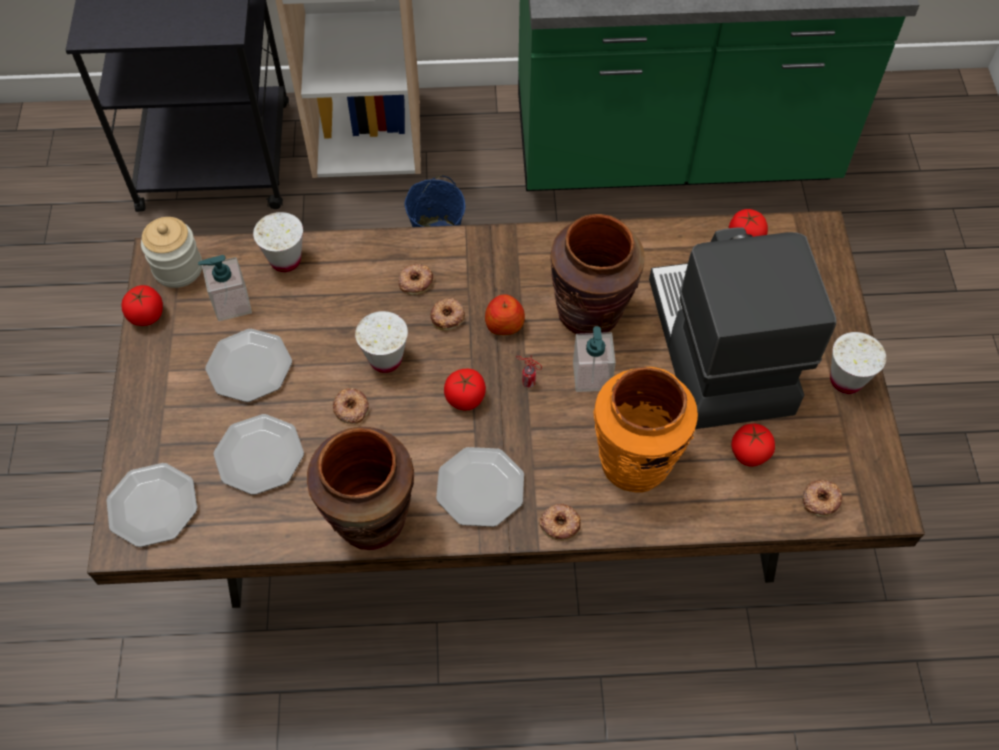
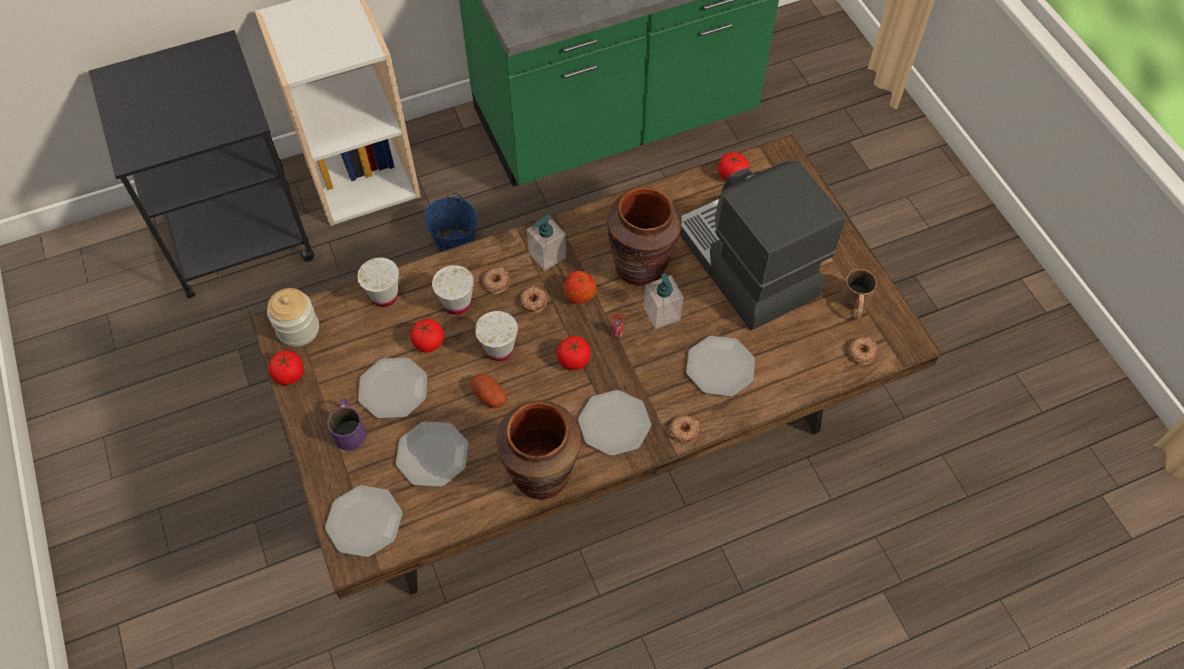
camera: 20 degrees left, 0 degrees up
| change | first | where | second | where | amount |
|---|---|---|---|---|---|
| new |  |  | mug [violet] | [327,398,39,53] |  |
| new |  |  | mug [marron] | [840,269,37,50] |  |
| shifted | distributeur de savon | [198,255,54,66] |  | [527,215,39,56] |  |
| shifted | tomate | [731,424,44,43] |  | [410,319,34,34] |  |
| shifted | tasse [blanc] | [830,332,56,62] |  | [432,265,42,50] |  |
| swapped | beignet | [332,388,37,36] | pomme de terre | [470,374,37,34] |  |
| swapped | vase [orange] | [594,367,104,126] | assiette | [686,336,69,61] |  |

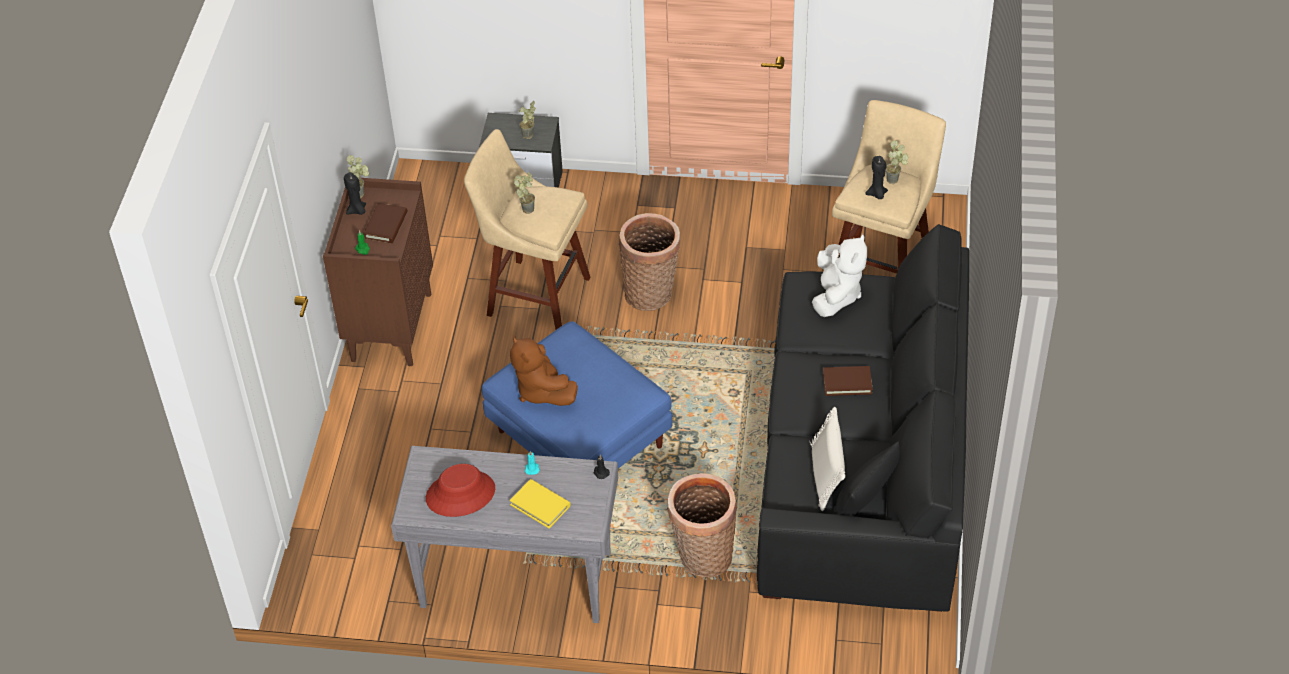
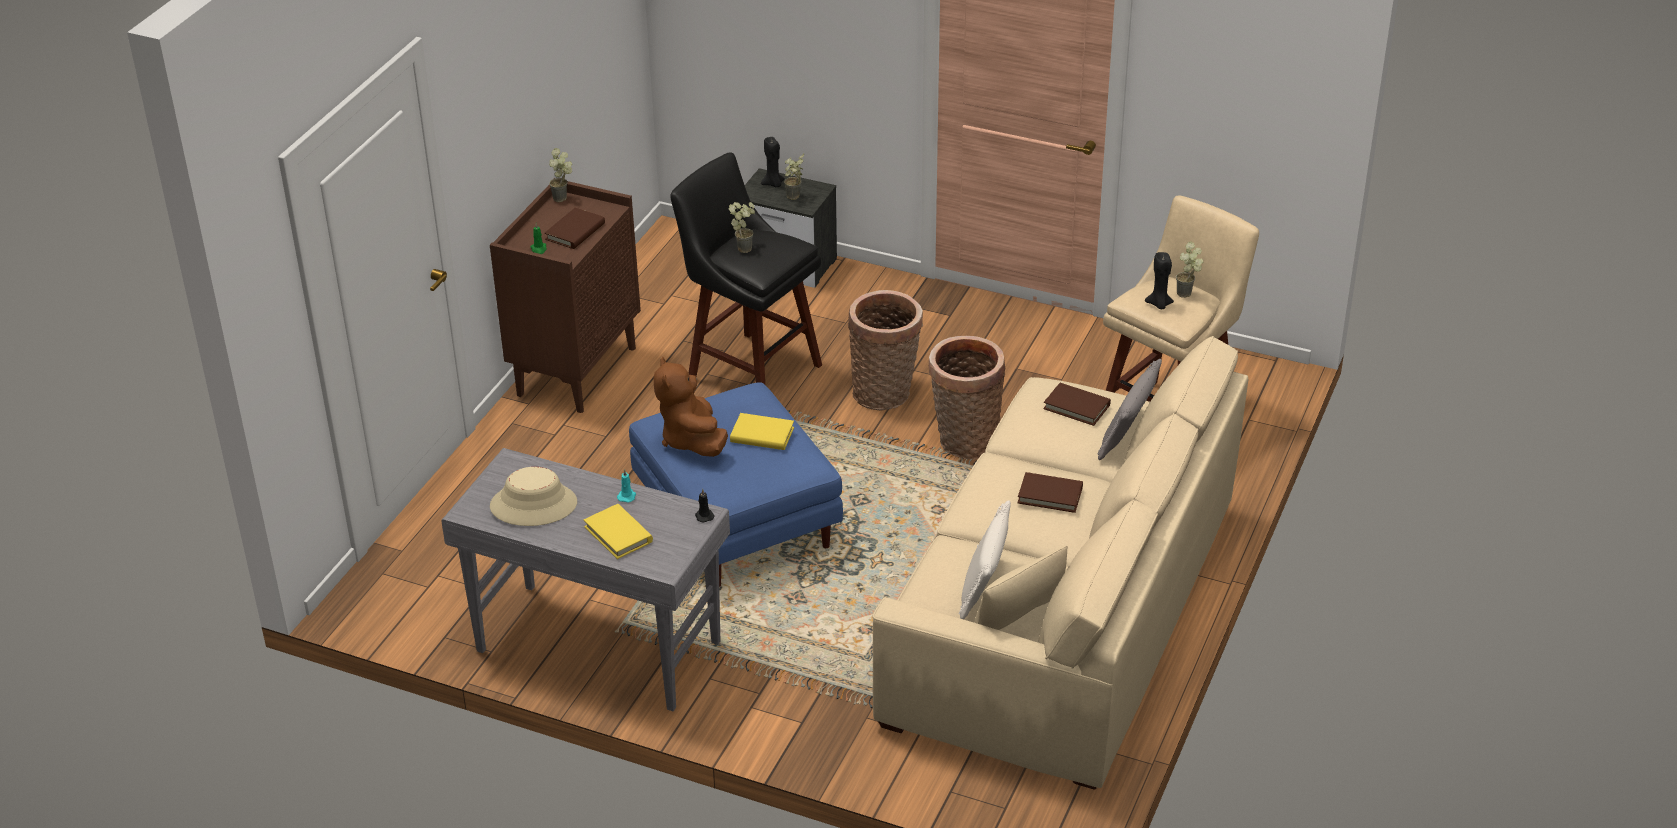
camera: 15 degrees right, 10 degrees down
| change | first | where | second | where | amount |
|---|---|---|---|---|---|
| new |  |  | livre [jaune] | [730,413,64,37] |  |
| new |  |  | coussin [gris] | [1098,359,64,101] |  |
| shifted | bougie [noir] | [344,172,22,43] |  | [761,137,24,50] |  |
| shifted | panier | [667,473,70,105] |  | [928,336,77,124] |  |
| swapped | peluche [blanc] | [812,234,55,83] | livre [marron] | [1043,383,68,43] |  |
| repainted | chapeau [rouge] | [426,464,69,53] | chapeau [beige] | [490,467,87,59] |  |
| repainted | tabouret [beige] | [464,129,127,201] | tabouret [noir] | [671,152,151,232] |  |
| repainted | canapé [noir] | [757,224,212,388] | canapé [beige] | [872,336,377,454] |  |

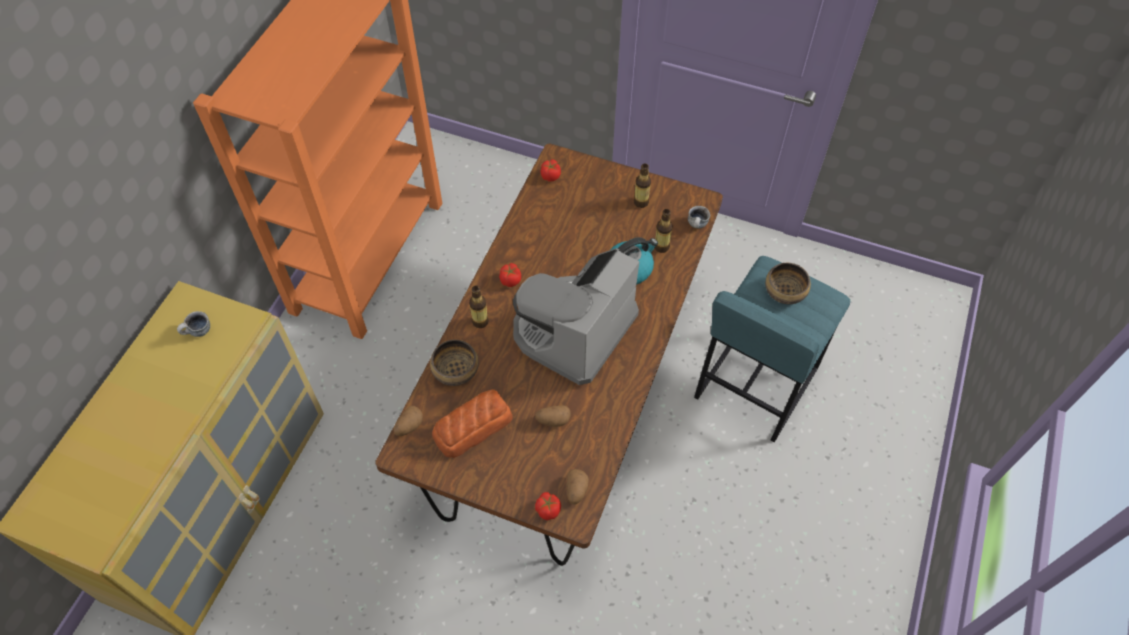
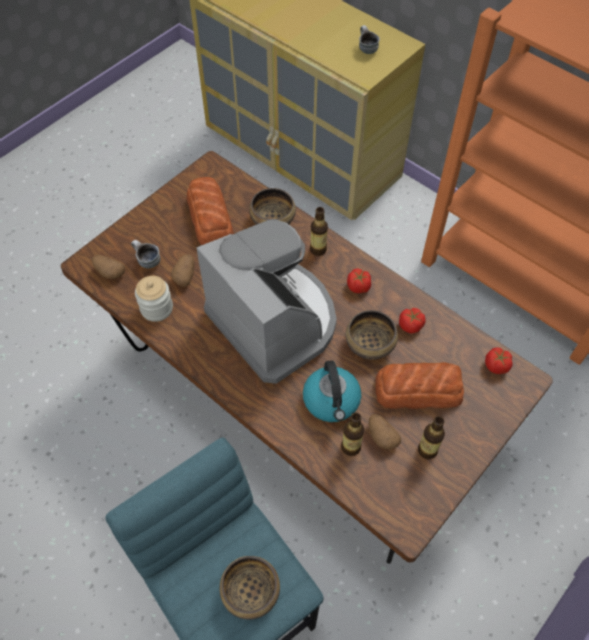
camera: 110 degrees right, 0 degrees up
| change | first | where | second | where | amount |
|---|---|---|---|---|---|
| new |  |  | bocal | [135,276,38,46] |  |
| new |  |  | bol | [346,310,52,50] |  |
| new |  |  | pain | [375,362,89,47] |  |
| shifted | pomme de terre | [394,406,29,30] |  | [369,414,32,35] |  |
| shifted | tomate | [535,492,26,28] |  | [399,308,27,25] |  |
| shifted | mug | [688,206,22,22] |  | [131,240,30,29] |  |

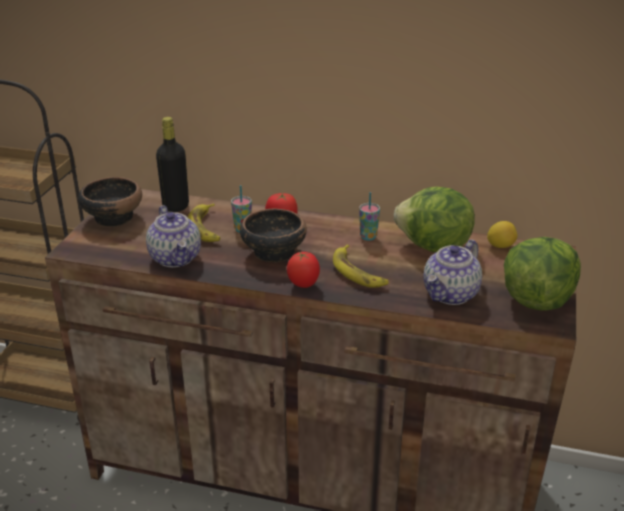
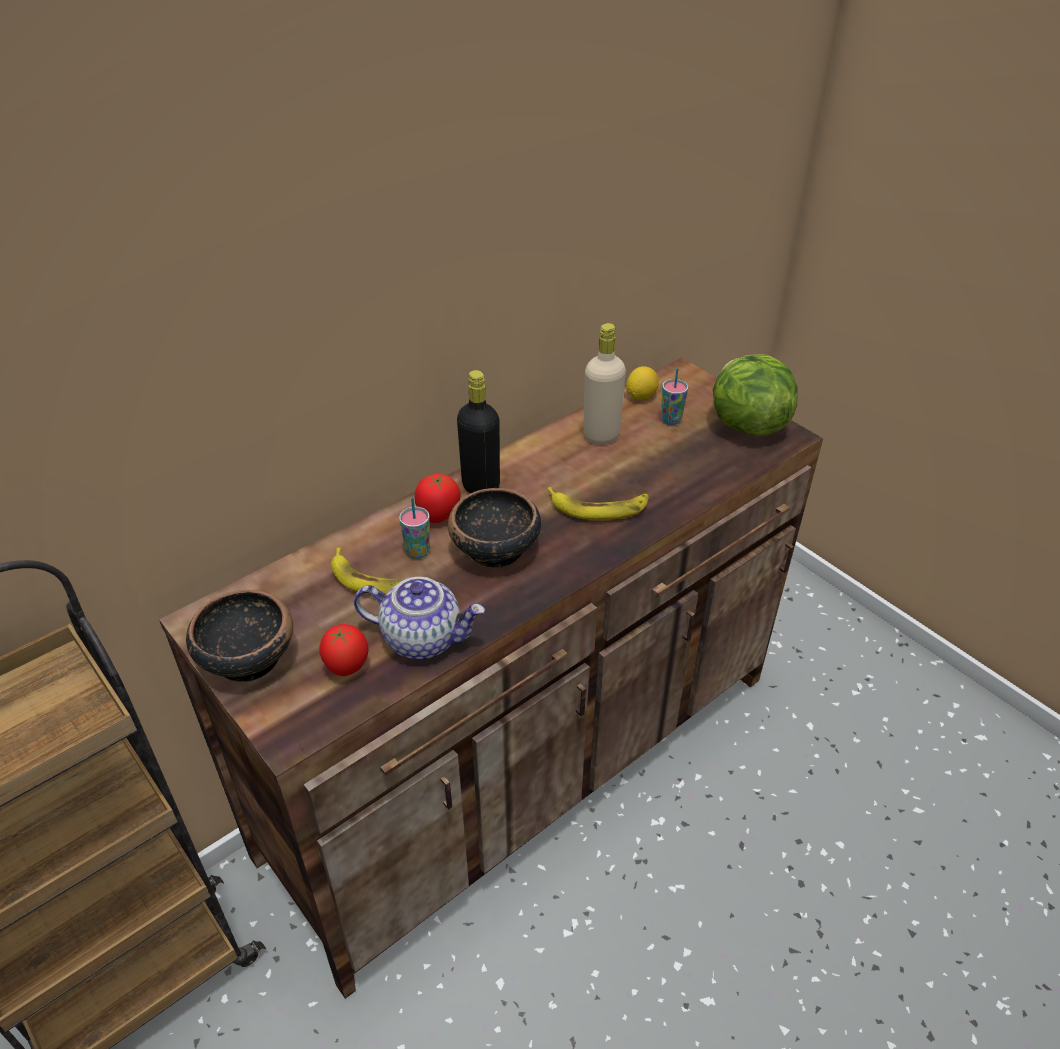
camera: 55 degrees left, 10 degrees up
| change | first | where | second | where | amount |
|---|---|---|---|---|---|
| gone | théière | [424,240,58,65] |  |  |  |
| shifted | bouteille [noir] | [156,117,33,95] |  | [457,370,43,123] |  |
| shifted | tomate | [287,252,33,36] |  | [319,624,49,52] |  |
| shifted | tasse | [359,192,21,49] |  | [661,368,27,57] |  |
| swapped | laitue | [394,187,81,65] | bouteille [beige] | [583,323,43,122] |  |

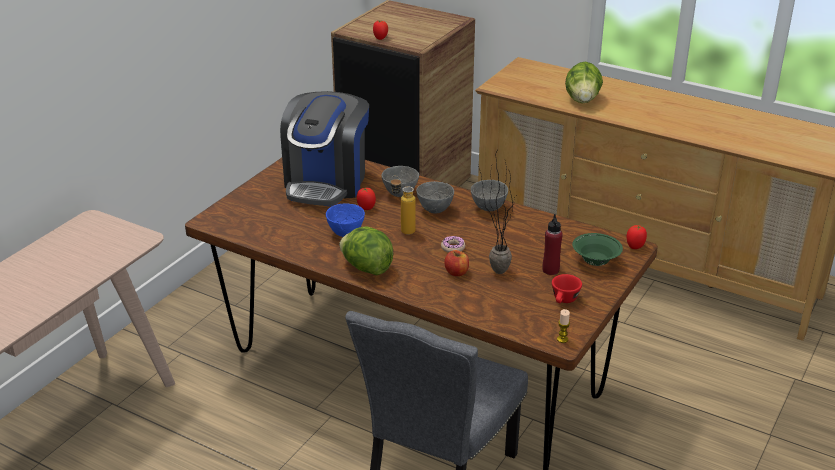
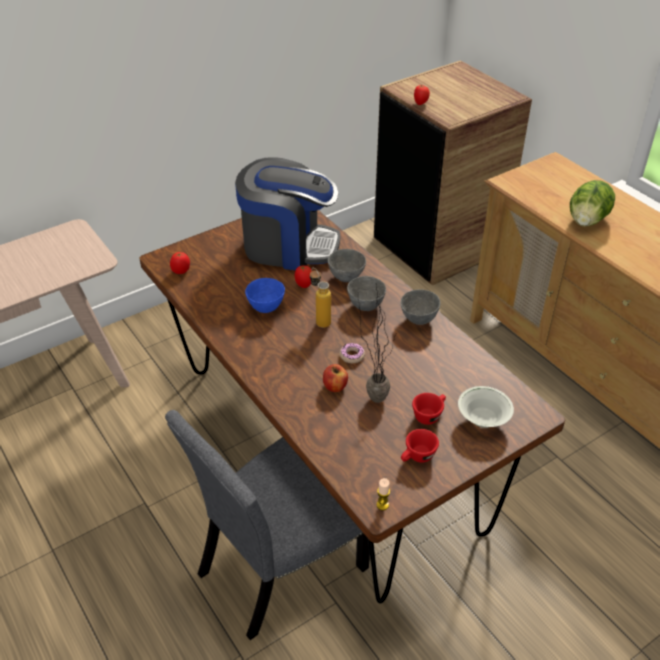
camera: 25 degrees right, 10 degrees up
| change | first | where | second | where | amount |
|---|---|---|---|---|---|
| gone | laitue | [339,226,54,49] |  |  |  |
| shifted | tomate | [627,225,20,24] |  | [170,252,20,22] |  |
| swapped | bouteille [rouge] | [542,214,21,61] | tasse [rouge] | [412,393,34,32] |  |
| repainted | bol [vert] | [572,233,51,33] | bol [blanc] | [458,386,56,42] |  |
| rotated | machine à café | [280,91,89,115] |  | [235,157,105,113] | 120 degrees counterclockwise |

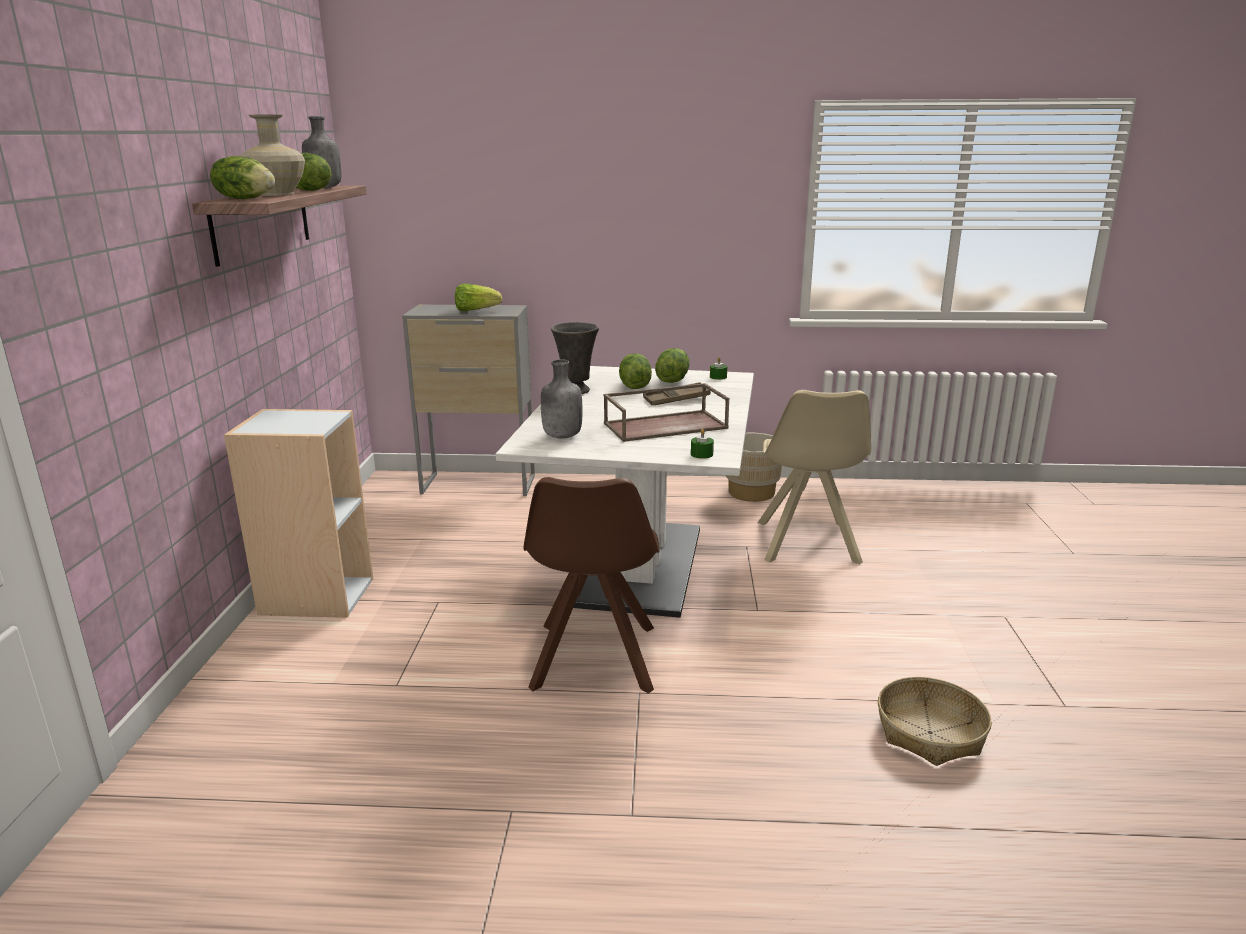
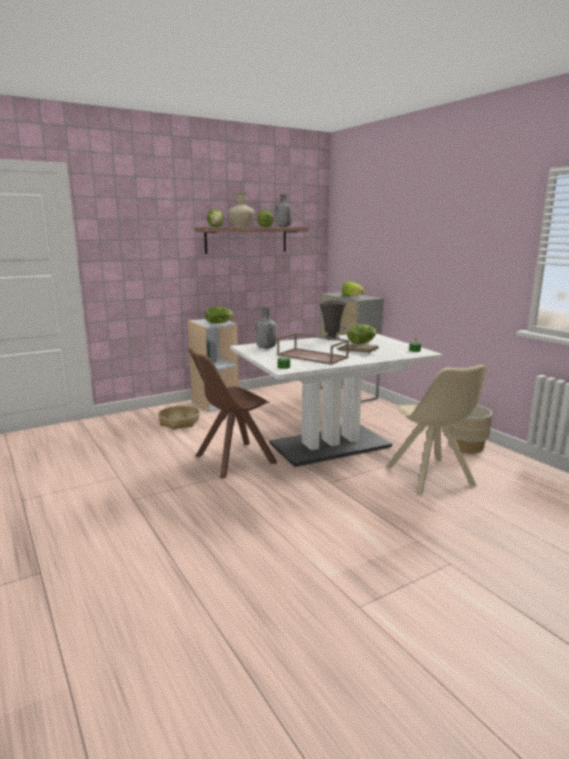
camera: 55 degrees right, 5 degrees down
| change | first | where | second | where | amount |
|---|---|---|---|---|---|
| shifted | laitue | [655,348,34,35] |  | [205,306,29,17] |  |
| shifted | panier | [878,677,114,89] |  | [158,406,42,24] |  |
| rotated | chaise [beige] | [758,390,113,174] |  | [387,365,99,131] | 75 degrees counterclockwise |

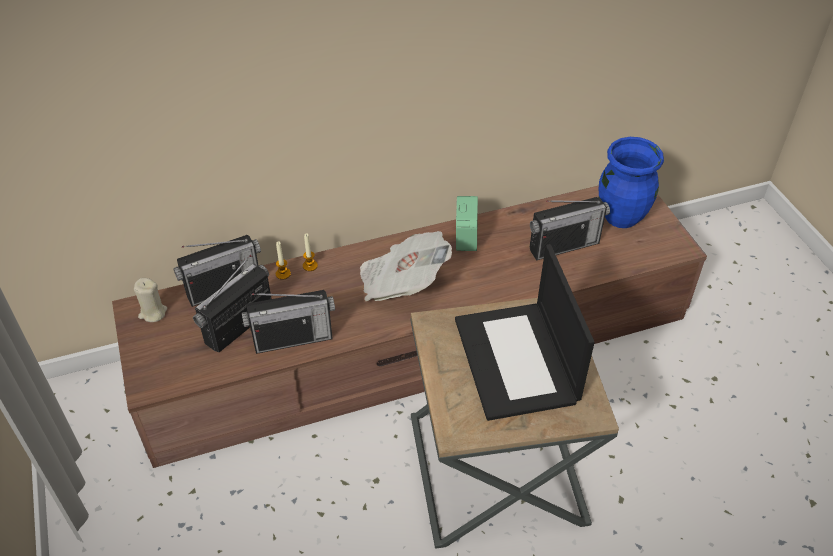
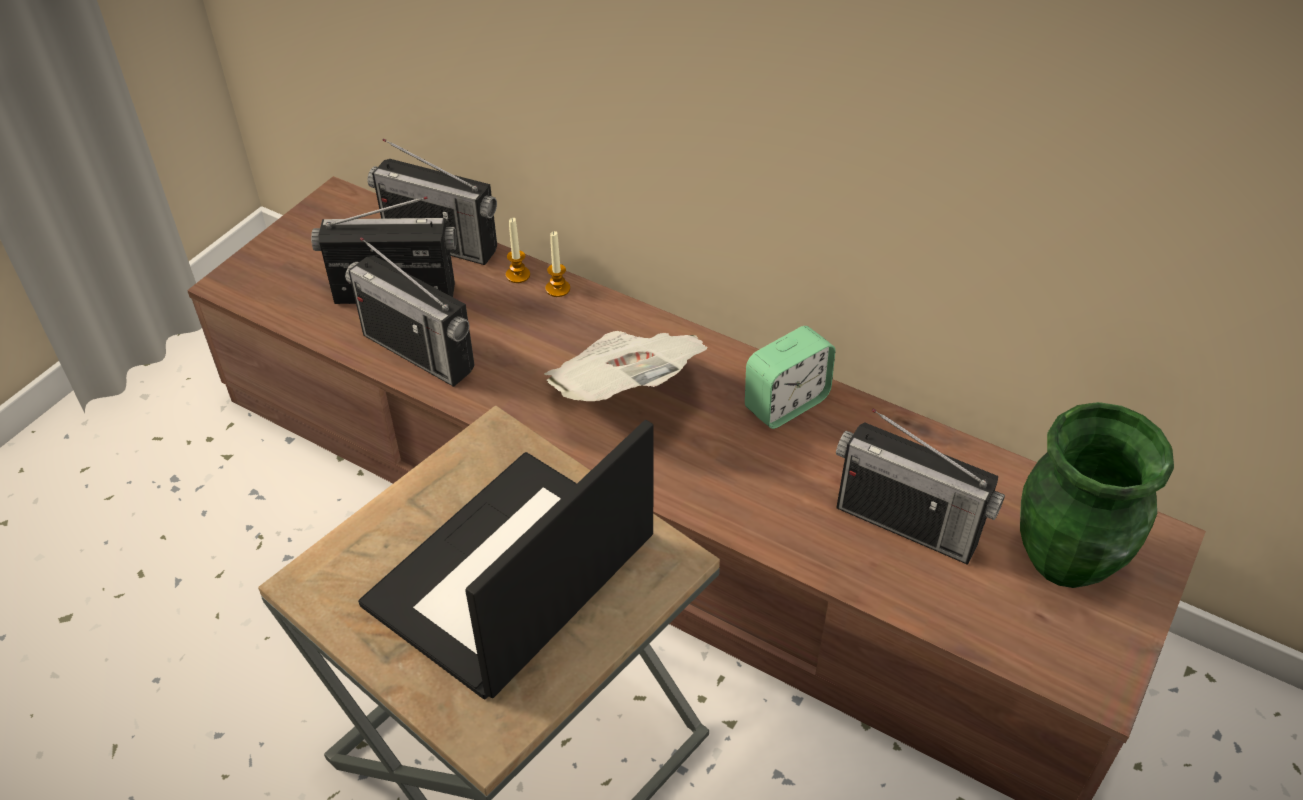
camera: 50 degrees right, 0 degrees up
| change | first | where | second | where | amount |
|---|---|---|---|---|---|
| gone | bougie [beige] | [134,278,33,44] |  |  |  |
| repainted | vase [bleu] | [599,137,65,91] | vase [vert] | [1020,402,154,186] |  |

